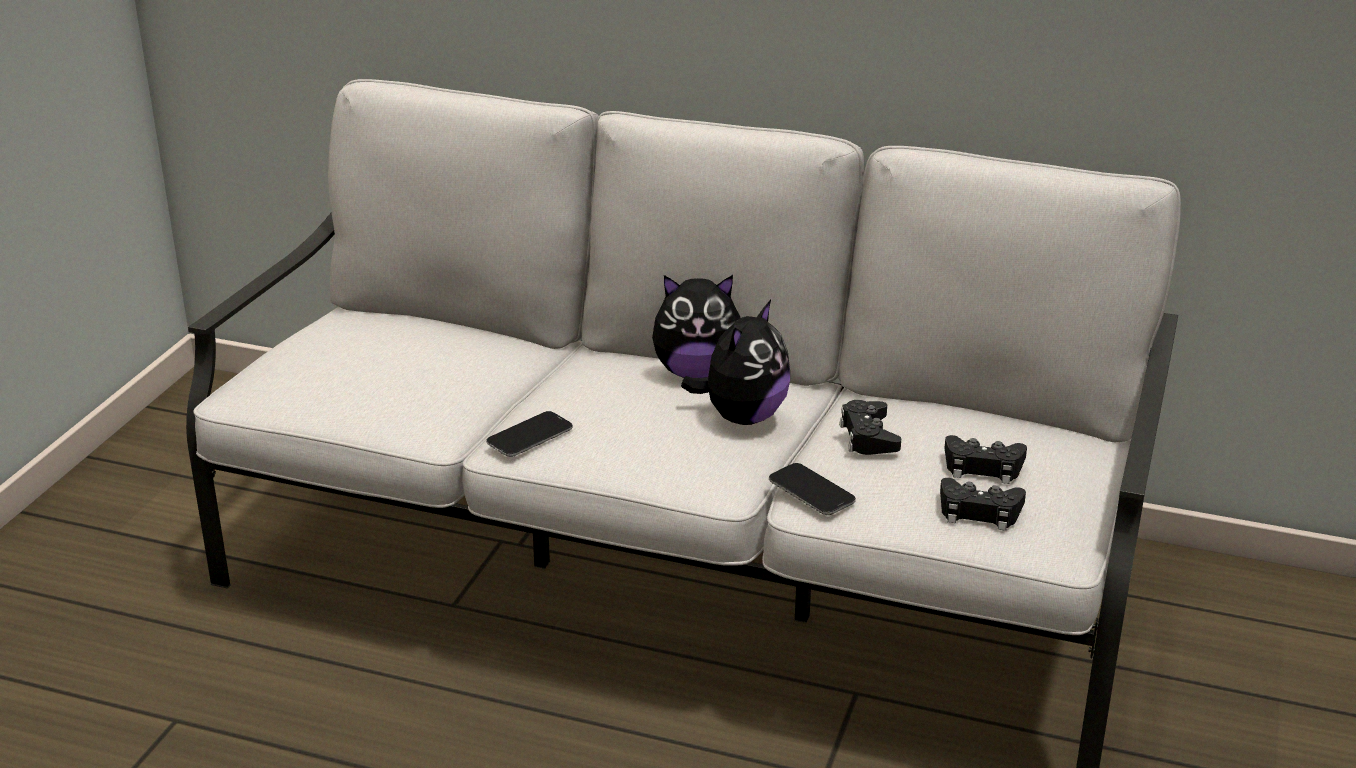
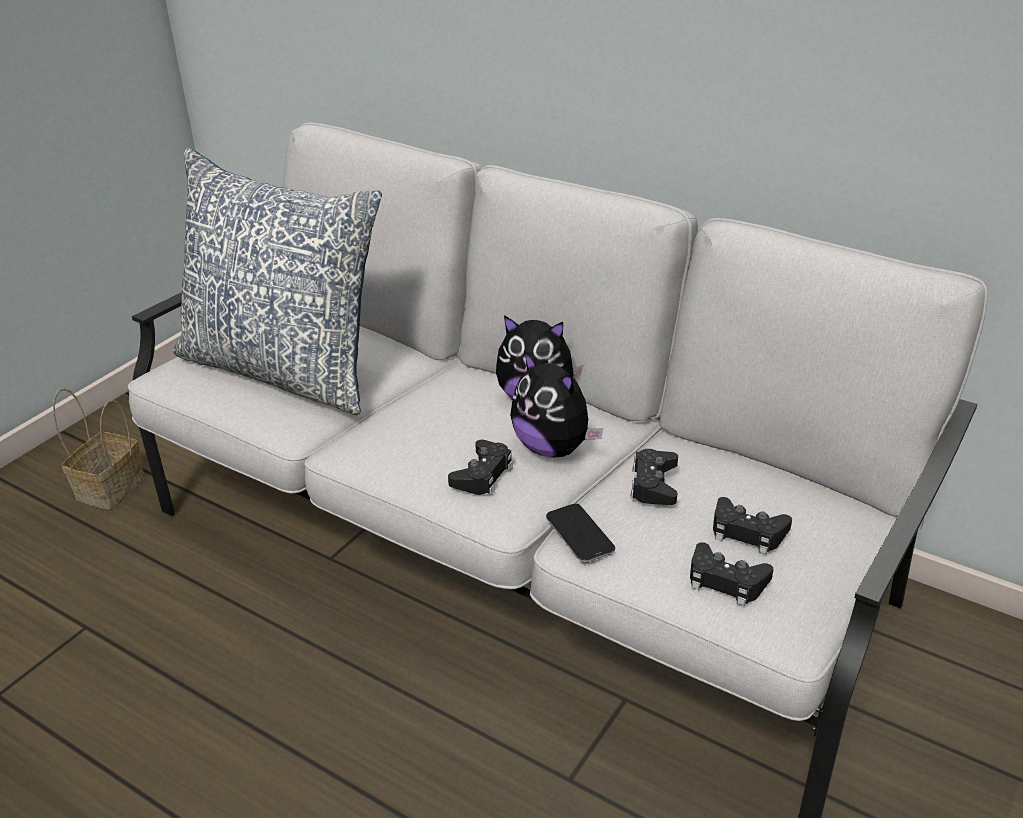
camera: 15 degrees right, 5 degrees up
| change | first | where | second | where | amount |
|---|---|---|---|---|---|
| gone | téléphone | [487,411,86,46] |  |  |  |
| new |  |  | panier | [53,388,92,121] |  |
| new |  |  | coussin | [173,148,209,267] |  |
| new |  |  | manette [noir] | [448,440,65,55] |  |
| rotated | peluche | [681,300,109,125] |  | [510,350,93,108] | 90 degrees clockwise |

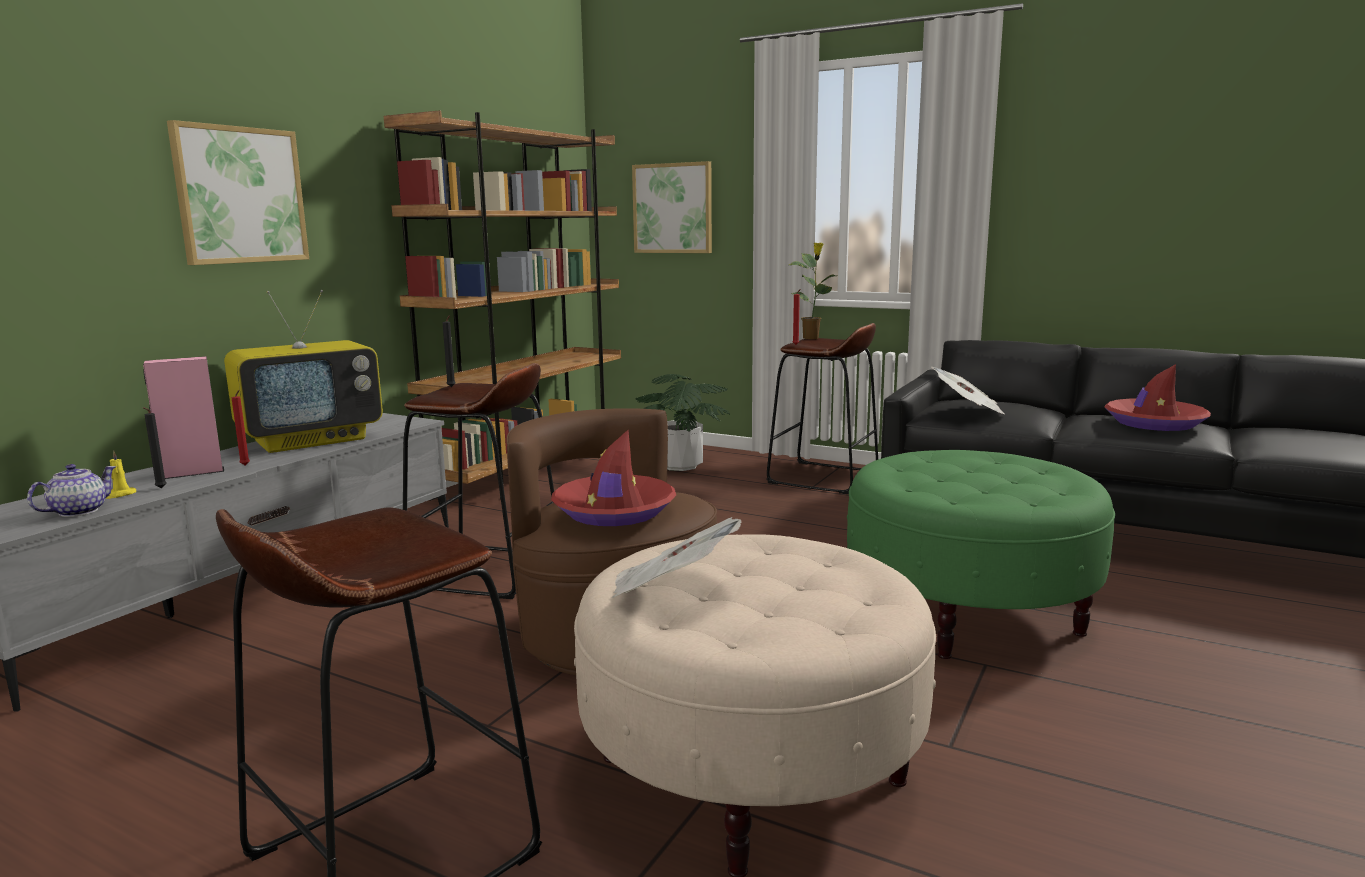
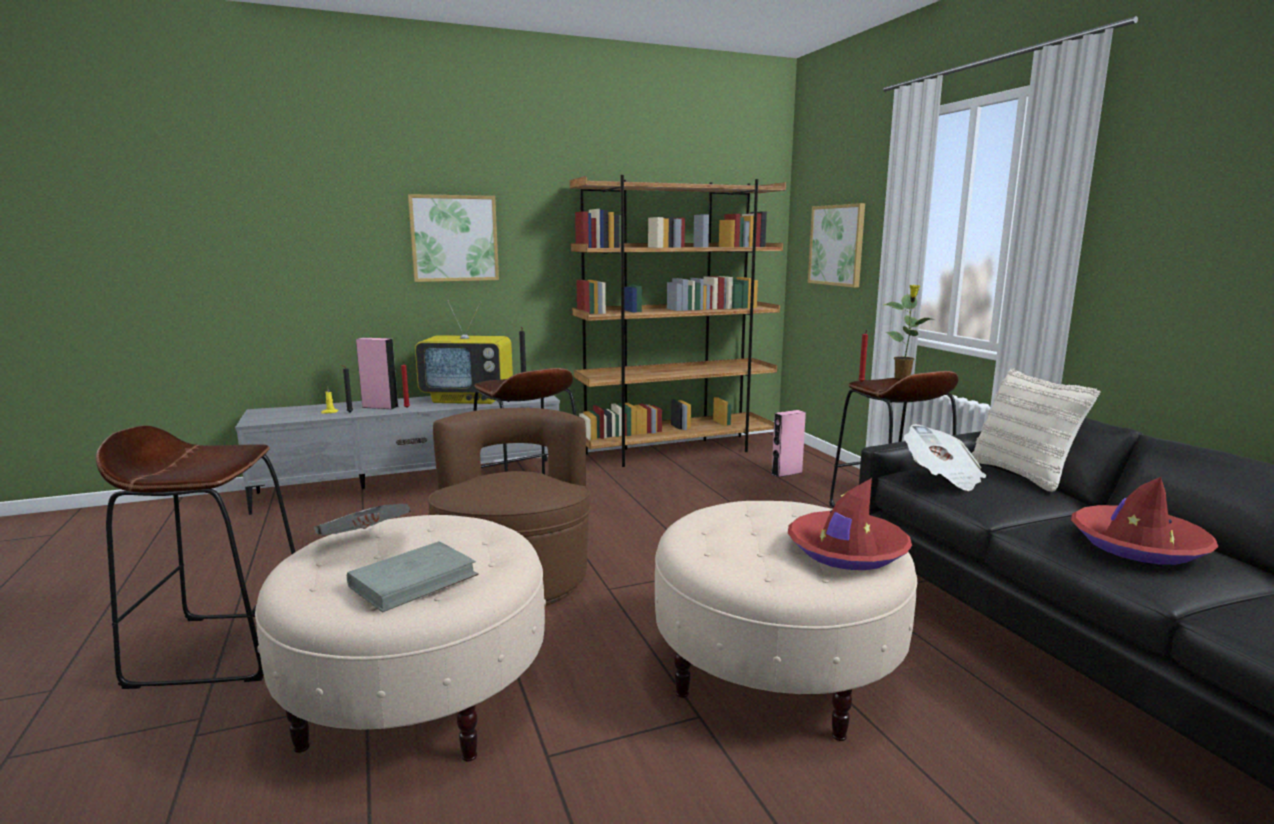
camera: 40 degrees right, 0 degrees up
| change | first | where | second | where | amount |
|---|---|---|---|---|---|
| gone | théière | [27,464,89,53] |  |  |  |
| new |  |  | livre [gris] | [347,541,132,71] |  |
| new |  |  | coussin [beige] | [972,369,129,123] |  |
| shifted | chapeau [rouge] | [551,430,125,96] |  | [788,478,124,92] |  |
| swapped | plante en pot | [635,374,95,97] | enceinte [rose] | [772,410,34,67] |  |
| repainted | pouf [vert] | [847,450,268,209] | pouf [beige] | [655,501,262,240] |  |

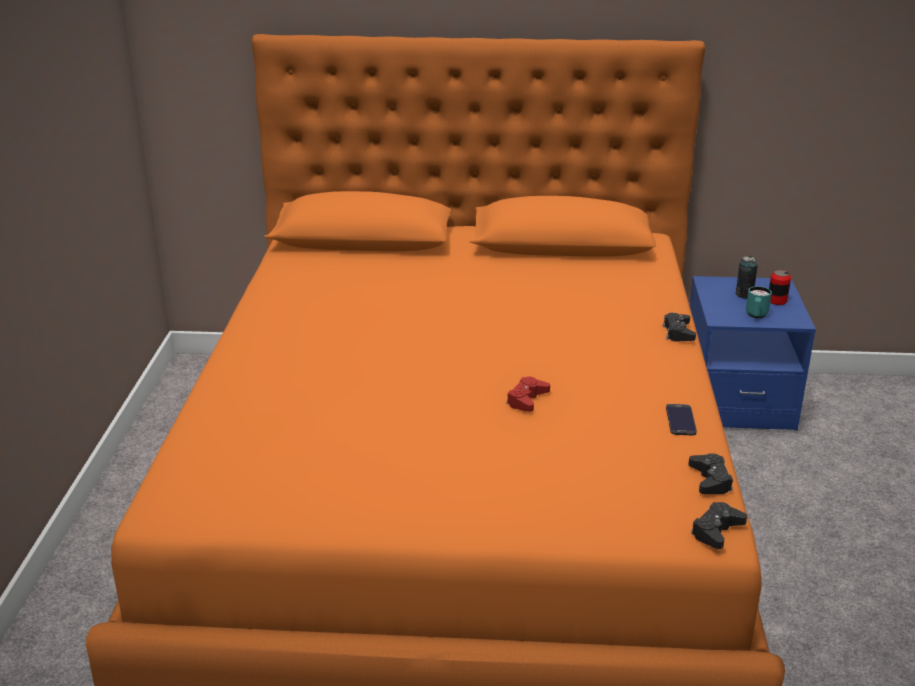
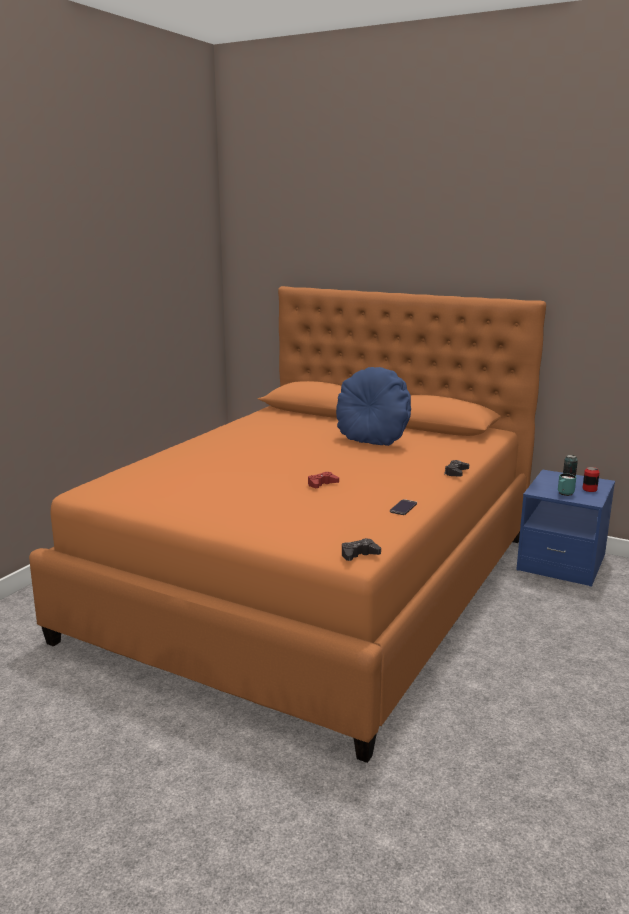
camera: 25 degrees right, 10 degrees down
| change | first | where | second | where | amount |
|---|---|---|---|---|---|
| gone | manette [noir] | [688,453,45,41] |  |  |  |
| new |  |  | coussin [bleu] | [336,367,75,79] |  |

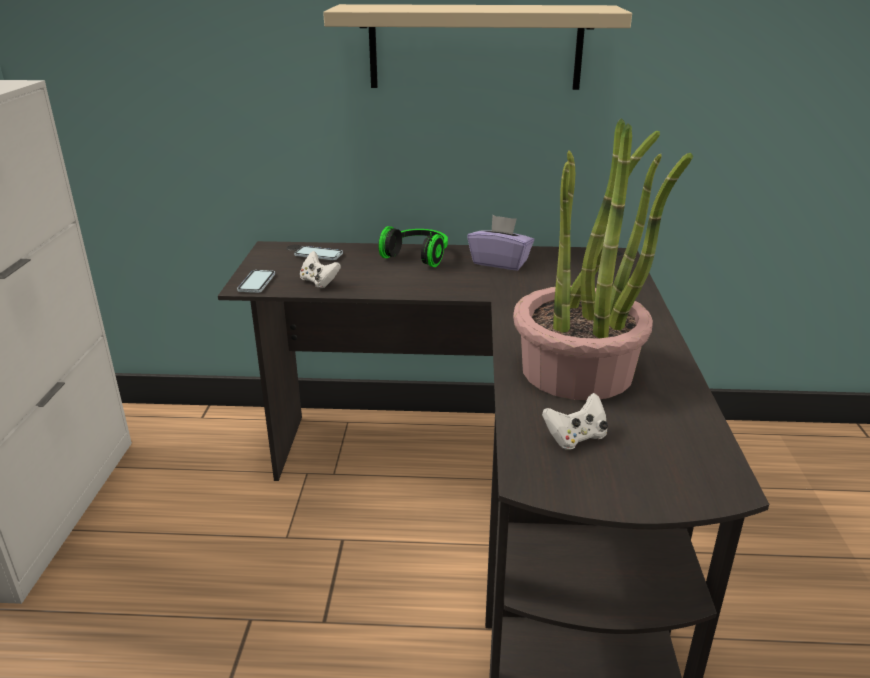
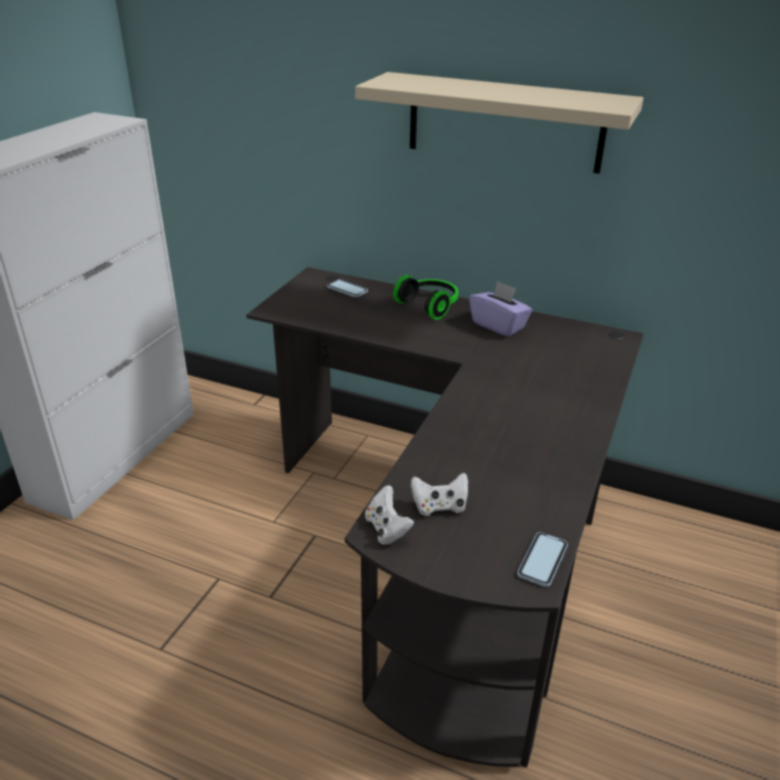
camera: 20 degrees right, 5 degrees up
| change | first | where | second | where | amount |
|---|---|---|---|---|---|
| gone | plante en pot | [513,118,180,282] |  |  |  |
| shifted | téléphone | [237,270,38,23] |  | [517,532,51,55] |  |
| shifted | manette [blanc] | [300,251,41,37] |  | [365,485,49,60] |  |

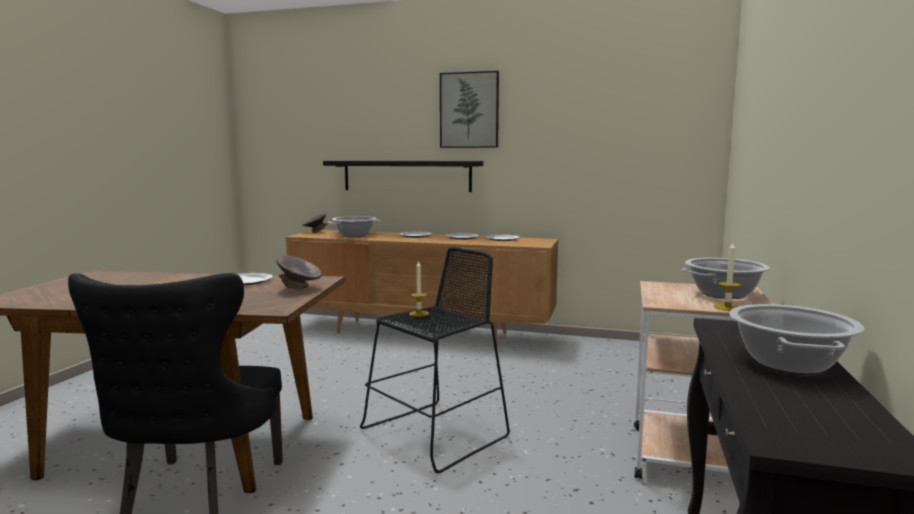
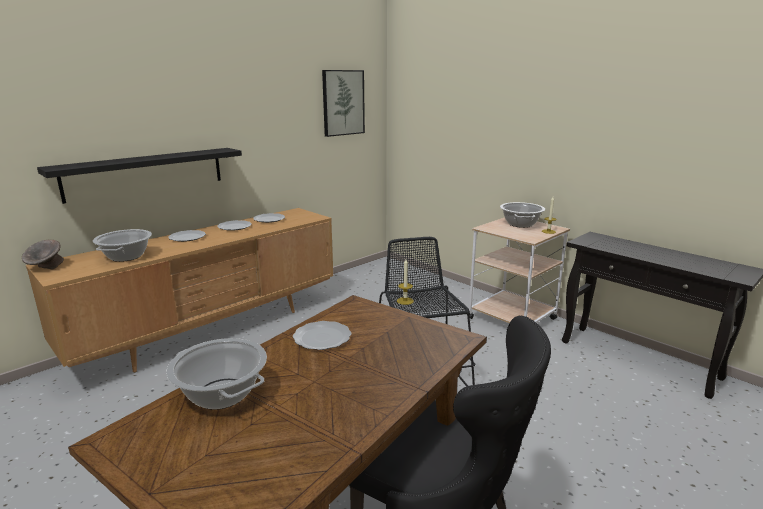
camera: 60 degrees left, 10 degrees up
| change | first | where | second | where | amount |
|---|---|---|---|---|---|
| gone | bol [gris] | [276,256,46,34] |  |  |  |
| shifted | tableau | [440,71,59,77] |  | [322,70,43,67] |  |
| shifted | marmite | [729,304,135,70] |  | [166,338,101,72] |  |

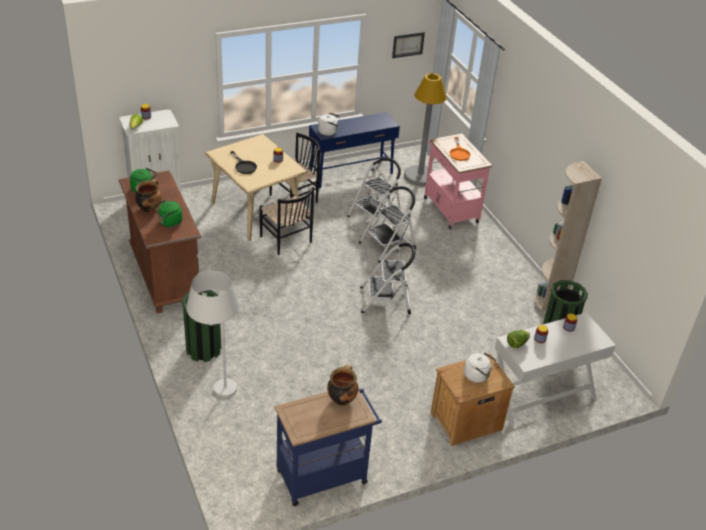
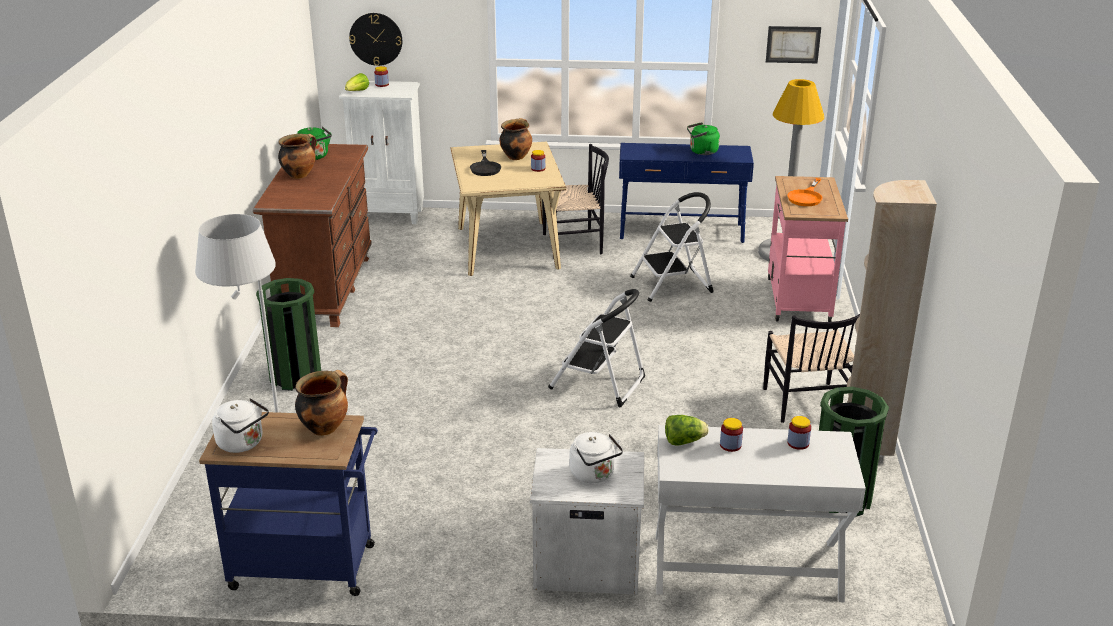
camera: 30 degrees right, 10 degrees down
| change | first | where | second | where | amount |
|---|---|---|---|---|---|
| gone | escabeau | [359,186,57,77] |  |  |  |
| new |  |  | horloge murale | [349,13,53,53] |  |
| new |  |  | marmite | [500,118,32,42] |  |
| shifted | bouilloire [vert] | [153,200,29,27] |  | [687,122,33,33] |  |
| shifted | chaise [noir] | [260,187,54,68] |  | [763,314,97,109] |  |
| shifted | bouilloire [blanc] | [318,113,22,23] |  | [212,398,57,55] |  |
| repainted | table de chevet [marron] | [431,354,84,92] | table de chevet [blanc] | [530,448,114,147] |  |

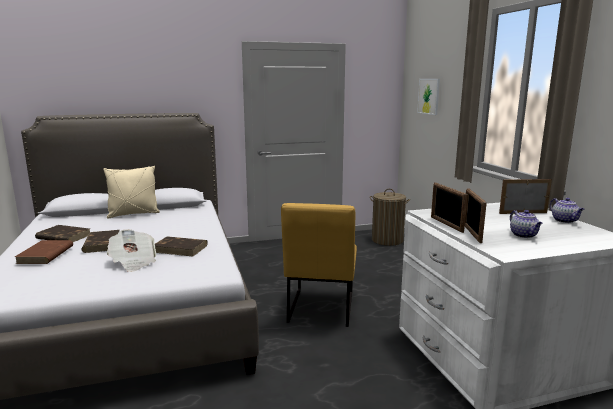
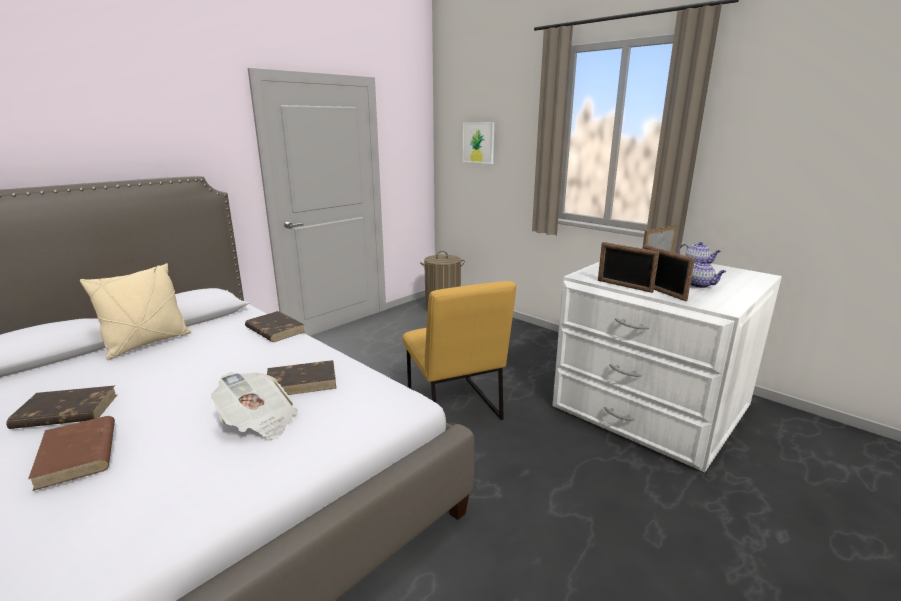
camera: 30 degrees left, 5 degrees up
| change | first | where | second | where | amount |
|---|---|---|---|---|---|
| shifted | livre [marron] | [82,230,37,23] |  | [245,311,60,31] |  |

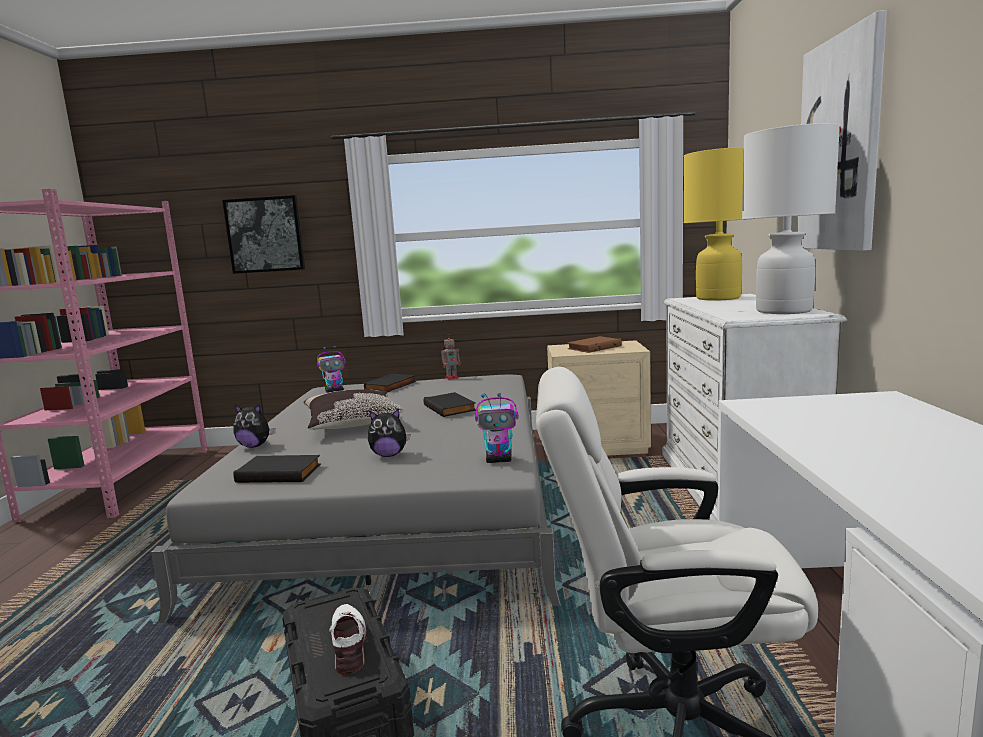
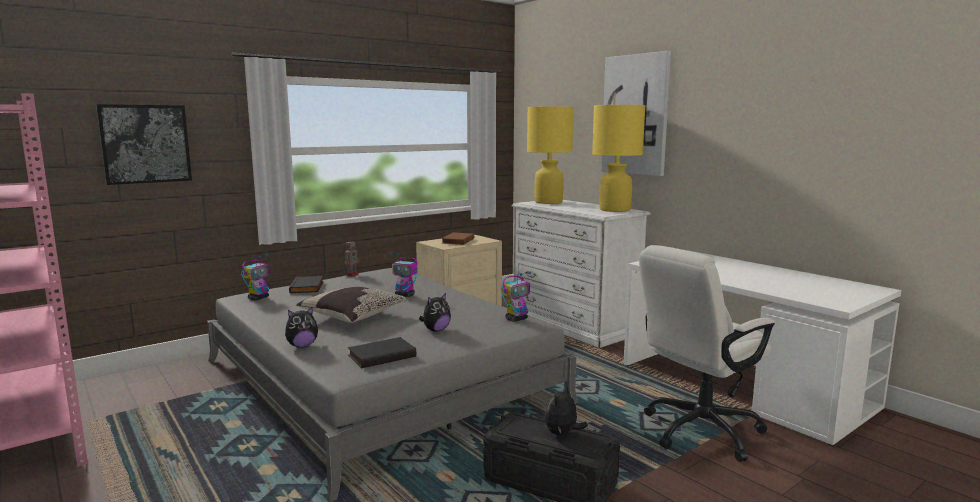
camera: 40 degrees left, 0 degrees up
| change | first | where | second | where | amount |
|---|---|---|---|---|---|
| swapped | chaussure [blanc] | [329,604,38,70] | peluche | [545,386,43,49] |  |
| swapped | livre [noir] | [423,392,53,25] | robot jouet | [389,252,29,45] |  |
| repainted | lampe de table [blanc] | [742,123,98,191] | lampe de table [jaune] | [592,105,53,107] |  |

